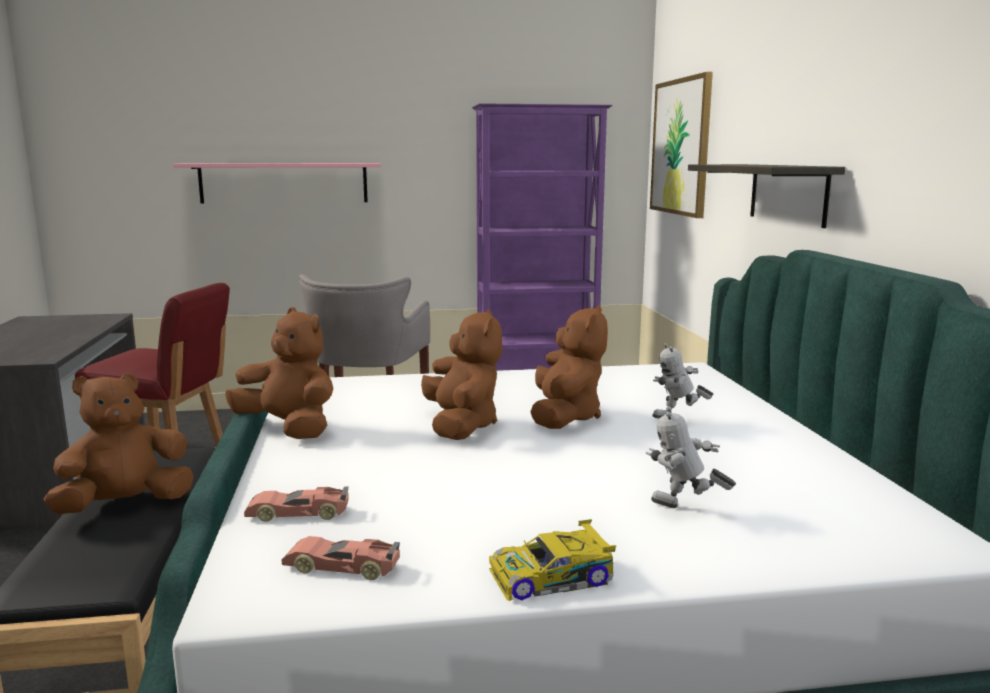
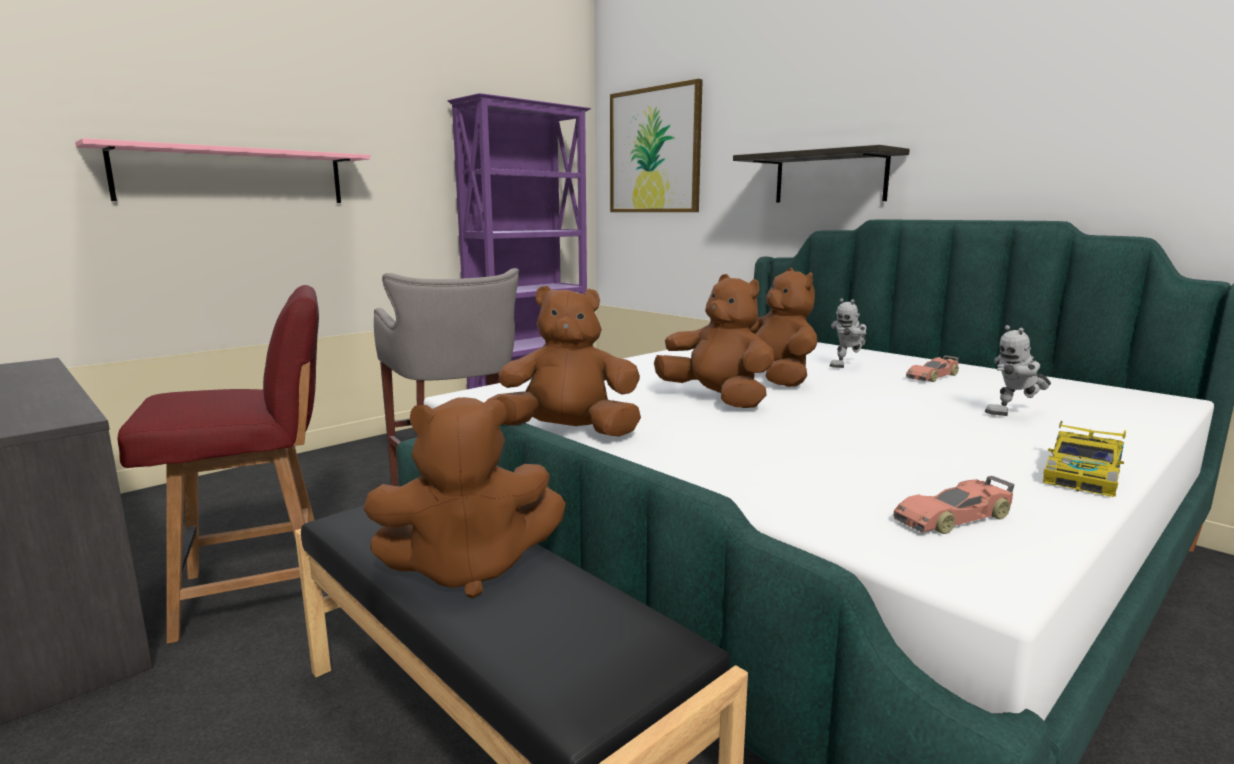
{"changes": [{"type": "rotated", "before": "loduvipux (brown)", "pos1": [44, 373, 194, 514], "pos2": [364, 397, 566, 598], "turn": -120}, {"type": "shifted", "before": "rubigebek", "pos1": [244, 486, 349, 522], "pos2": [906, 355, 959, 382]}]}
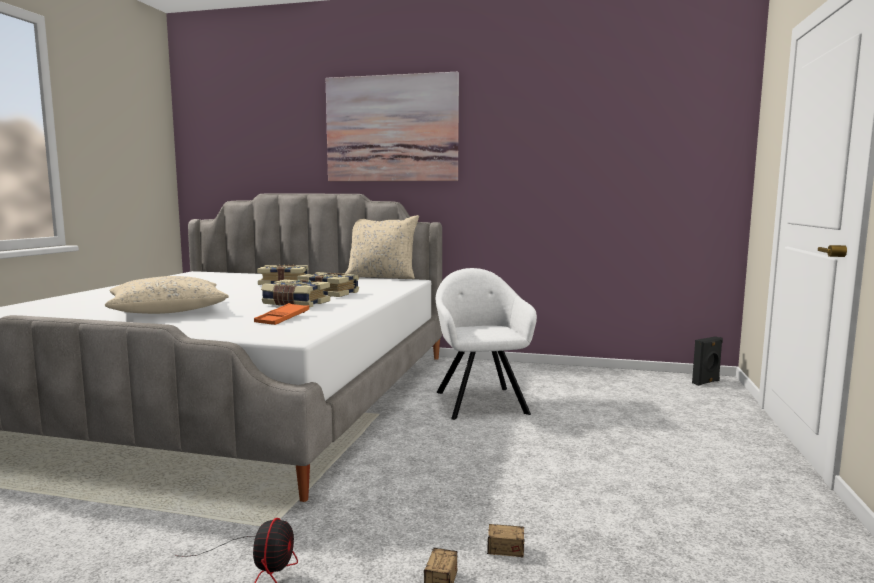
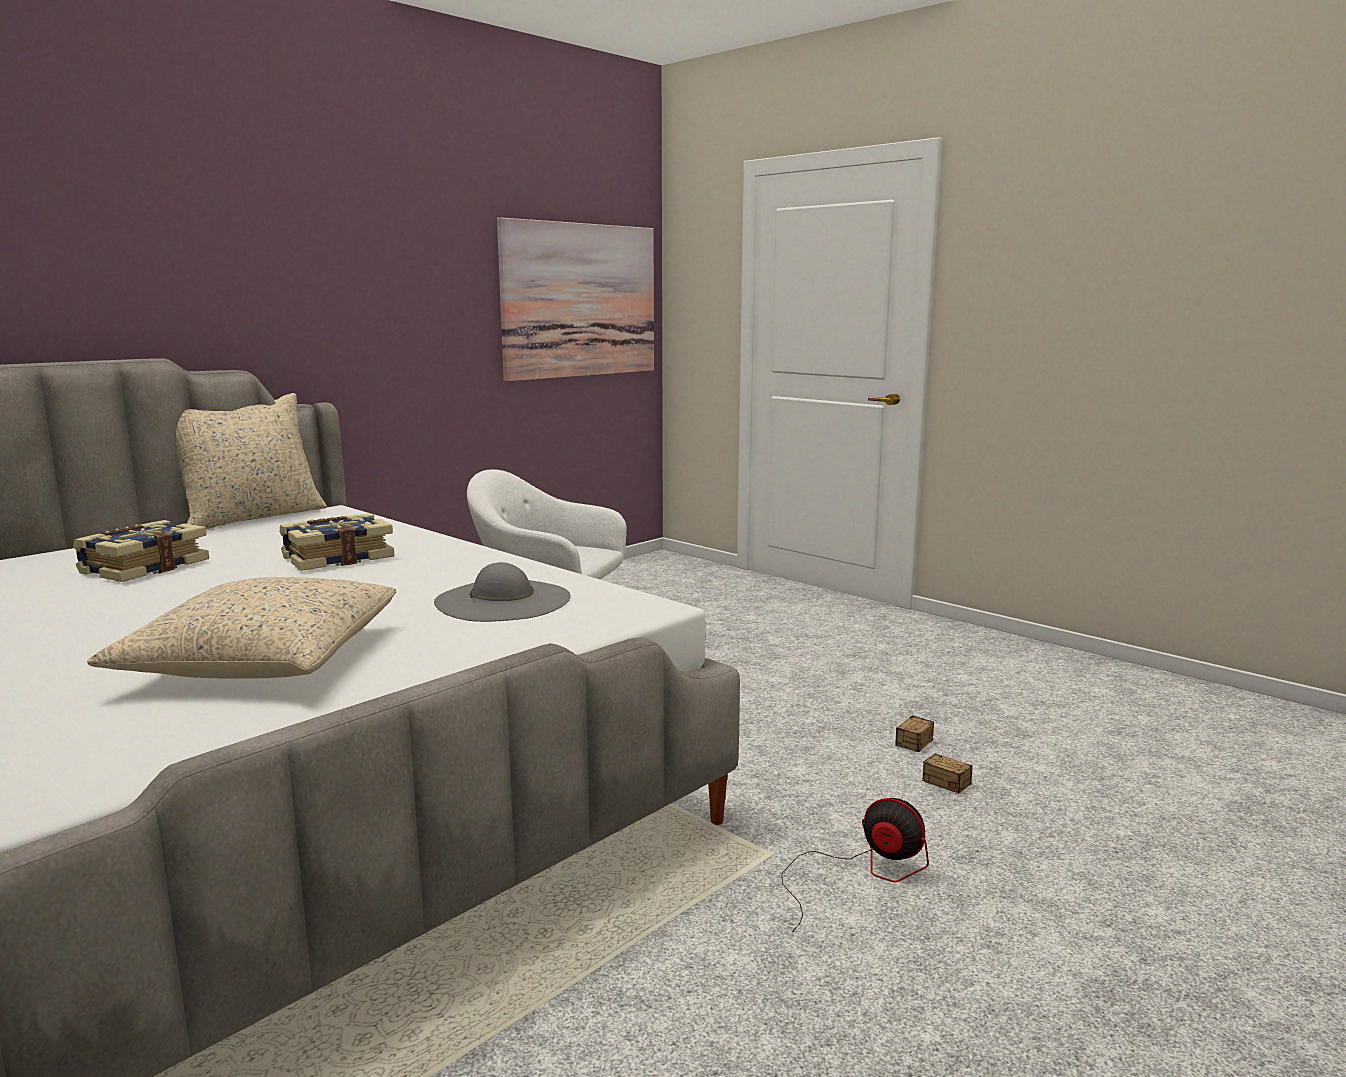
{"changes": [{"type": "swapped", "before": "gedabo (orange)", "after": "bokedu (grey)", "pos1": [254, 303, 309, 325], "pos2": [434, 562, 571, 622]}, {"type": "gone", "before": "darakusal", "pos1": [261, 280, 330, 307]}, {"type": "shifted", "before": "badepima", "pos1": [326, 72, 459, 181], "pos2": [497, 217, 654, 381]}, {"type": "gone", "before": "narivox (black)", "pos1": [692, 336, 723, 386]}]}
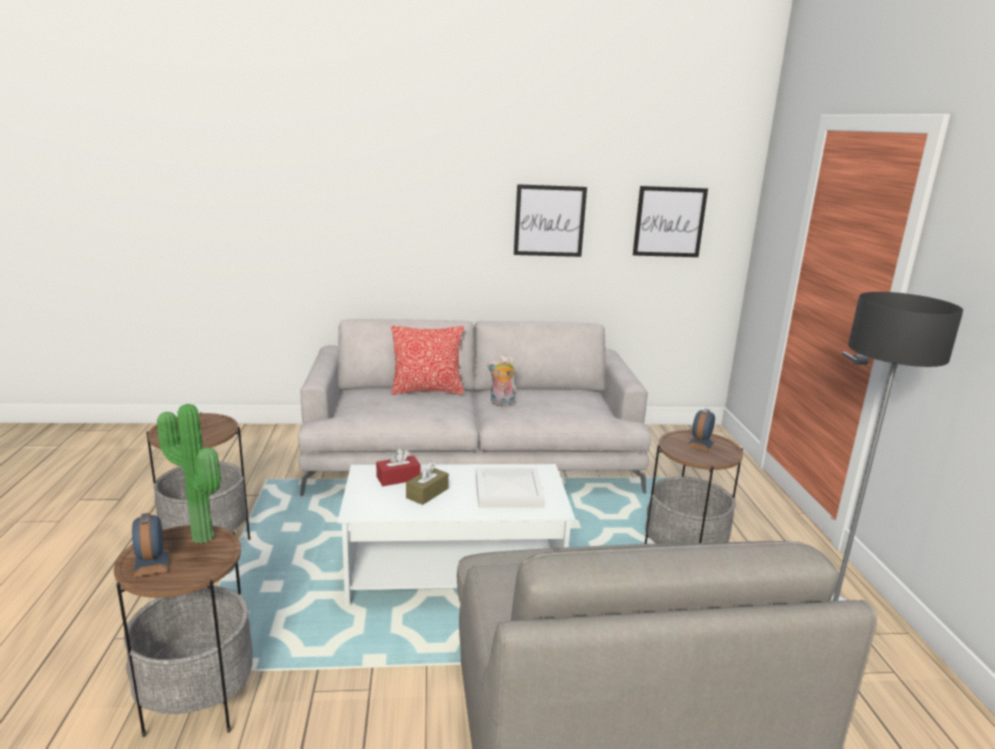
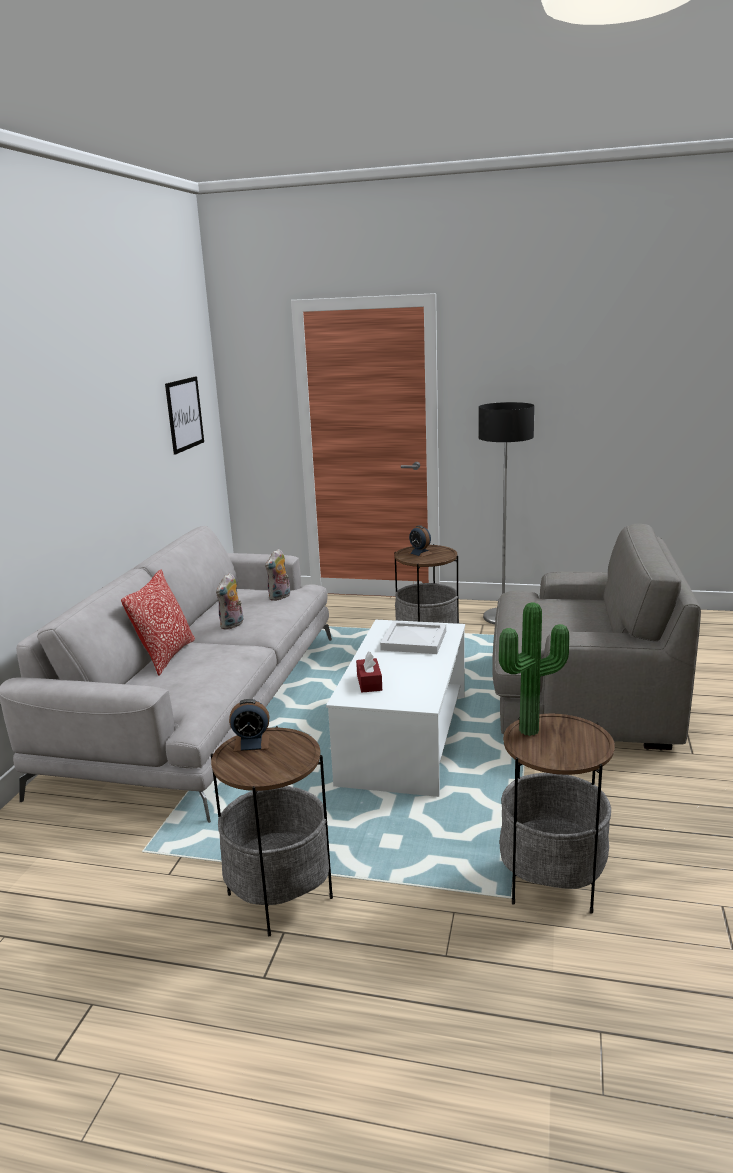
{"changes": [{"type": "shifted", "before": "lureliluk", "pos1": [132, 513, 169, 577], "pos2": [229, 699, 270, 752]}, {"type": "gone", "before": "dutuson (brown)", "pos1": [406, 462, 449, 505]}, {"type": "gone", "before": "badepima", "pos1": [514, 184, 587, 257]}, {"type": "new", "after": "loduvipux", "pos2": [265, 548, 290, 601]}]}
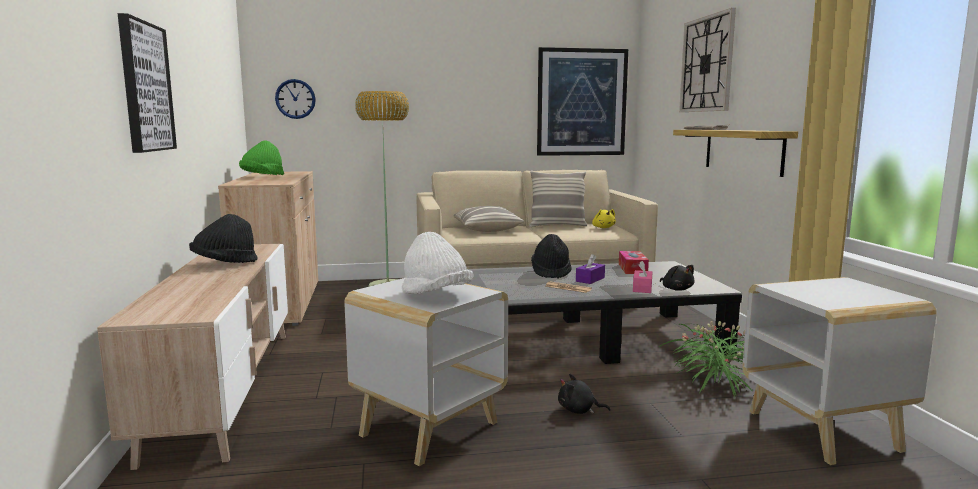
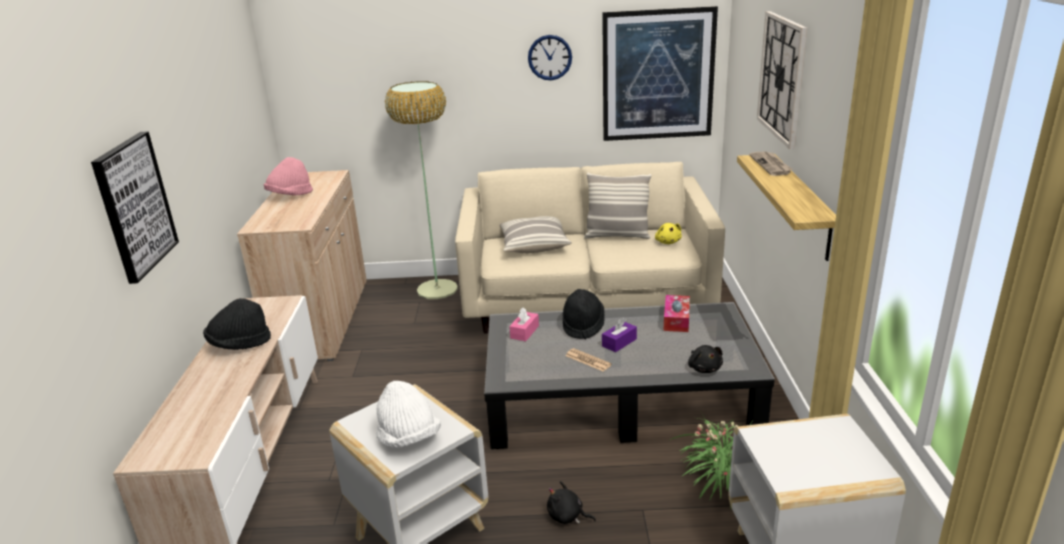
{"changes": [{"type": "repainted", "before": "bokedu (green)", "after": "bokedu (pink)", "pos1": [239, 140, 284, 175], "pos2": [264, 157, 313, 196]}, {"type": "shifted", "before": "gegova", "pos1": [275, 79, 316, 119], "pos2": [528, 35, 572, 80]}, {"type": "shifted", "before": "dutuson (pink)", "pos1": [633, 261, 652, 293], "pos2": [509, 307, 539, 341]}]}
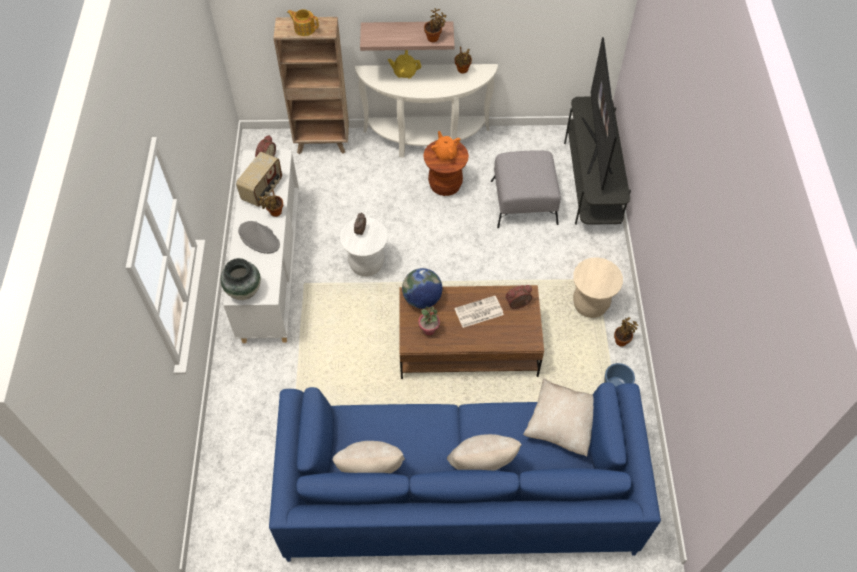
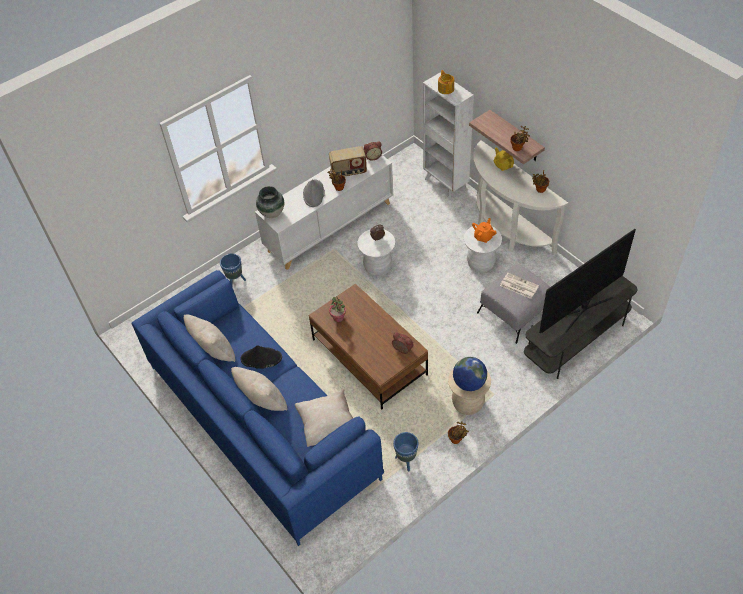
{"changes": [{"type": "repainted", "before": "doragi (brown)", "after": "doragi (white)", "pos1": [273, 17, 349, 154], "pos2": [423, 72, 474, 199]}, {"type": "shifted", "before": "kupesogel", "pos1": [402, 268, 442, 309], "pos2": [453, 357, 487, 391]}, {"type": "repainted", "before": "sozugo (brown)", "after": "sozugo (white)", "pos1": [423, 140, 469, 196], "pos2": [464, 226, 502, 272]}, {"type": "shifted", "before": "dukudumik", "pos1": [454, 296, 504, 328], "pos2": [500, 273, 539, 299]}, {"type": "new", "after": "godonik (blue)", "pos2": [220, 253, 246, 285]}, {"type": "new", "after": "bokedu (black)", "pos2": [240, 345, 282, 369]}]}
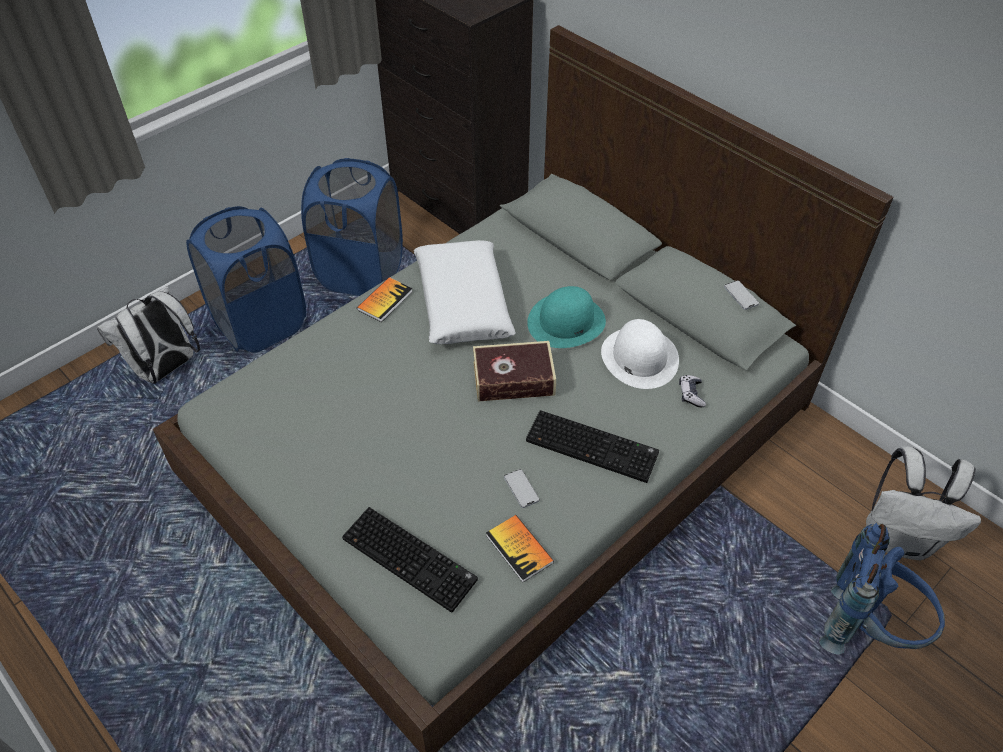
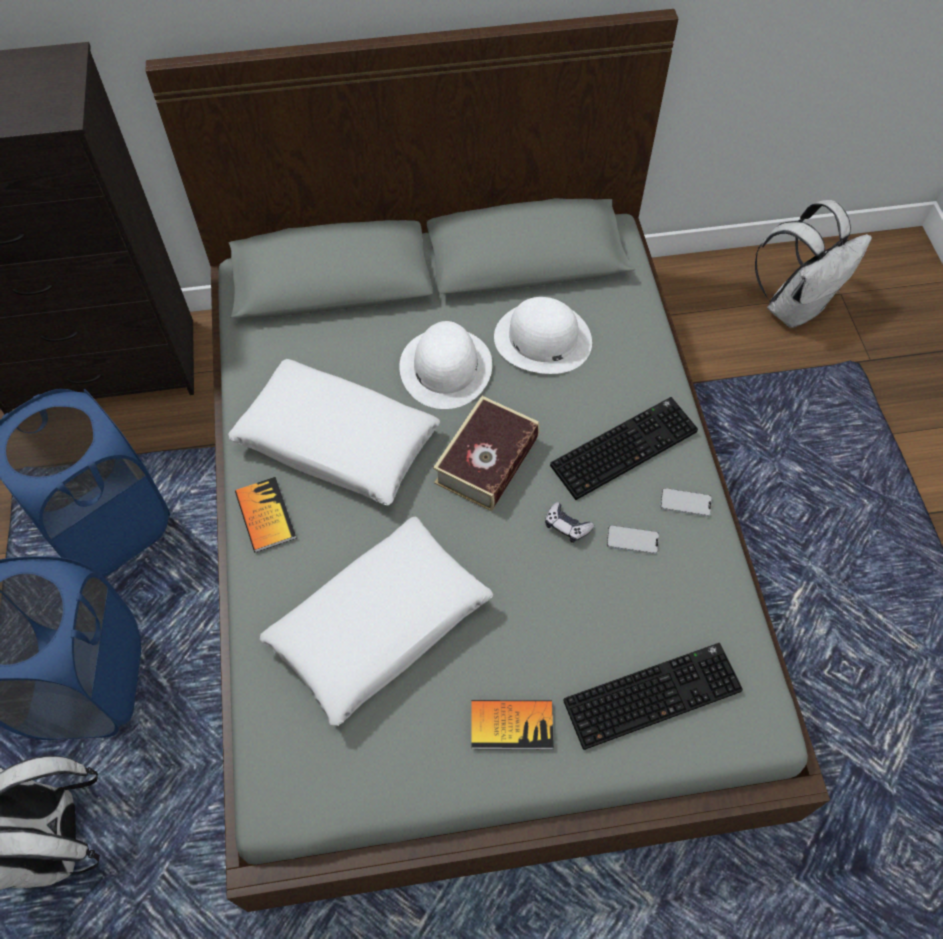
{"changes": [{"type": "shifted", "before": "darakusal", "pos1": [486, 515, 554, 583], "pos2": [471, 700, 554, 750]}, {"type": "repainted", "before": "bokedu (turquoise)", "after": "bokedu (white)", "pos1": [527, 286, 606, 348], "pos2": [399, 321, 492, 409]}, {"type": "shifted", "before": "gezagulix", "pos1": [679, 375, 706, 407], "pos2": [545, 502, 594, 543]}, {"type": "shifted", "before": "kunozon", "pos1": [724, 280, 759, 310], "pos2": [660, 488, 712, 517]}, {"type": "gone", "before": "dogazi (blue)", "pos1": [819, 523, 945, 654]}, {"type": "new", "after": "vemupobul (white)", "pos2": [260, 517, 493, 726]}]}
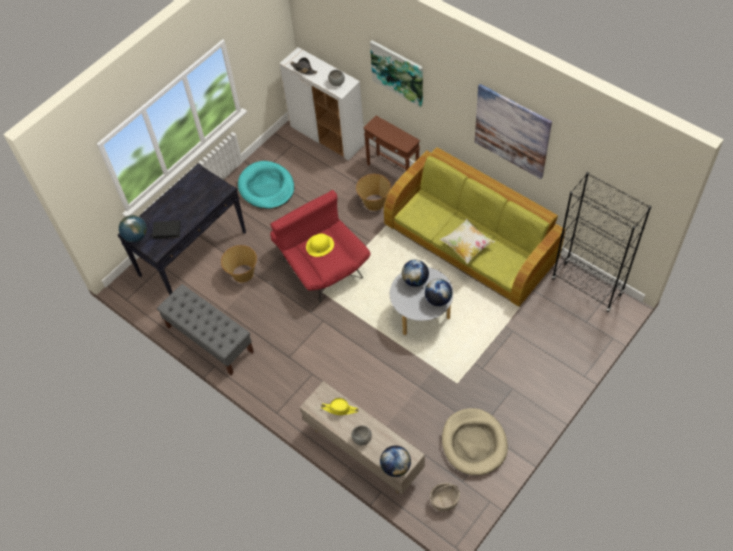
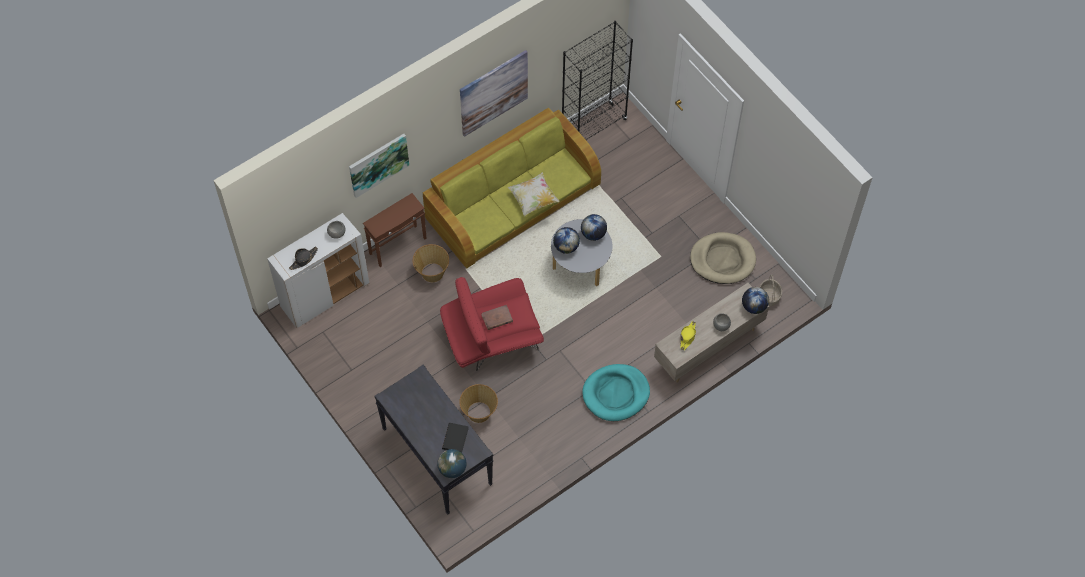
{"changes": [{"type": "gone", "before": "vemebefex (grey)", "pos1": [157, 284, 254, 376]}, {"type": "shifted", "before": "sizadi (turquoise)", "pos1": [238, 161, 294, 209], "pos2": [582, 364, 650, 421]}, {"type": "swapped", "before": "bokedu (yellow)", "after": "darakusal (brown)", "pos1": [306, 233, 334, 257], "pos2": [481, 305, 513, 330]}]}
